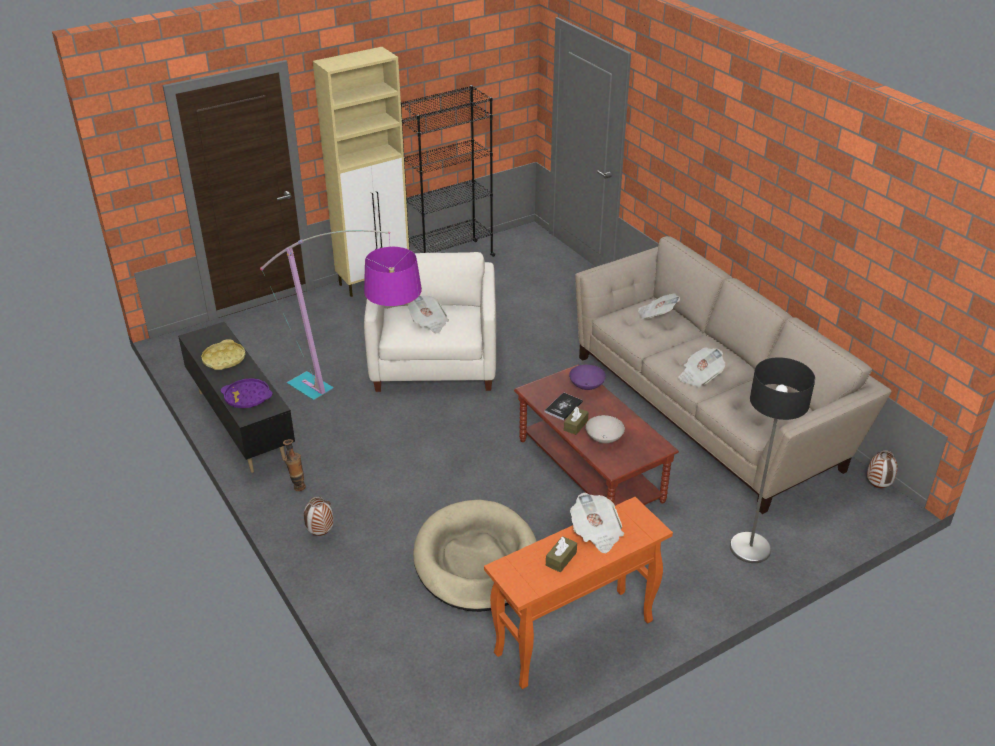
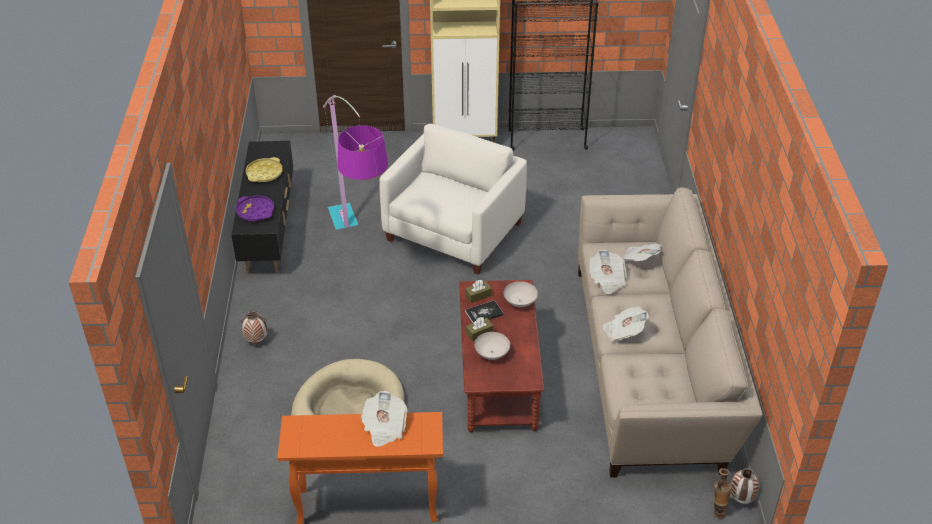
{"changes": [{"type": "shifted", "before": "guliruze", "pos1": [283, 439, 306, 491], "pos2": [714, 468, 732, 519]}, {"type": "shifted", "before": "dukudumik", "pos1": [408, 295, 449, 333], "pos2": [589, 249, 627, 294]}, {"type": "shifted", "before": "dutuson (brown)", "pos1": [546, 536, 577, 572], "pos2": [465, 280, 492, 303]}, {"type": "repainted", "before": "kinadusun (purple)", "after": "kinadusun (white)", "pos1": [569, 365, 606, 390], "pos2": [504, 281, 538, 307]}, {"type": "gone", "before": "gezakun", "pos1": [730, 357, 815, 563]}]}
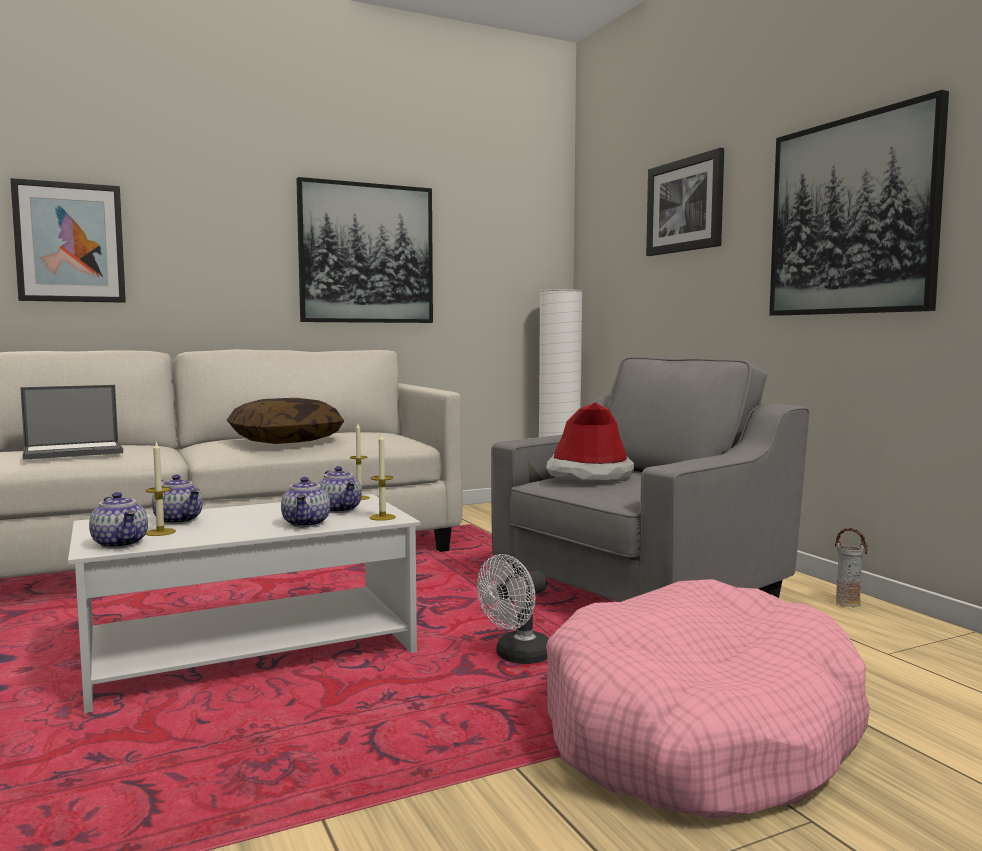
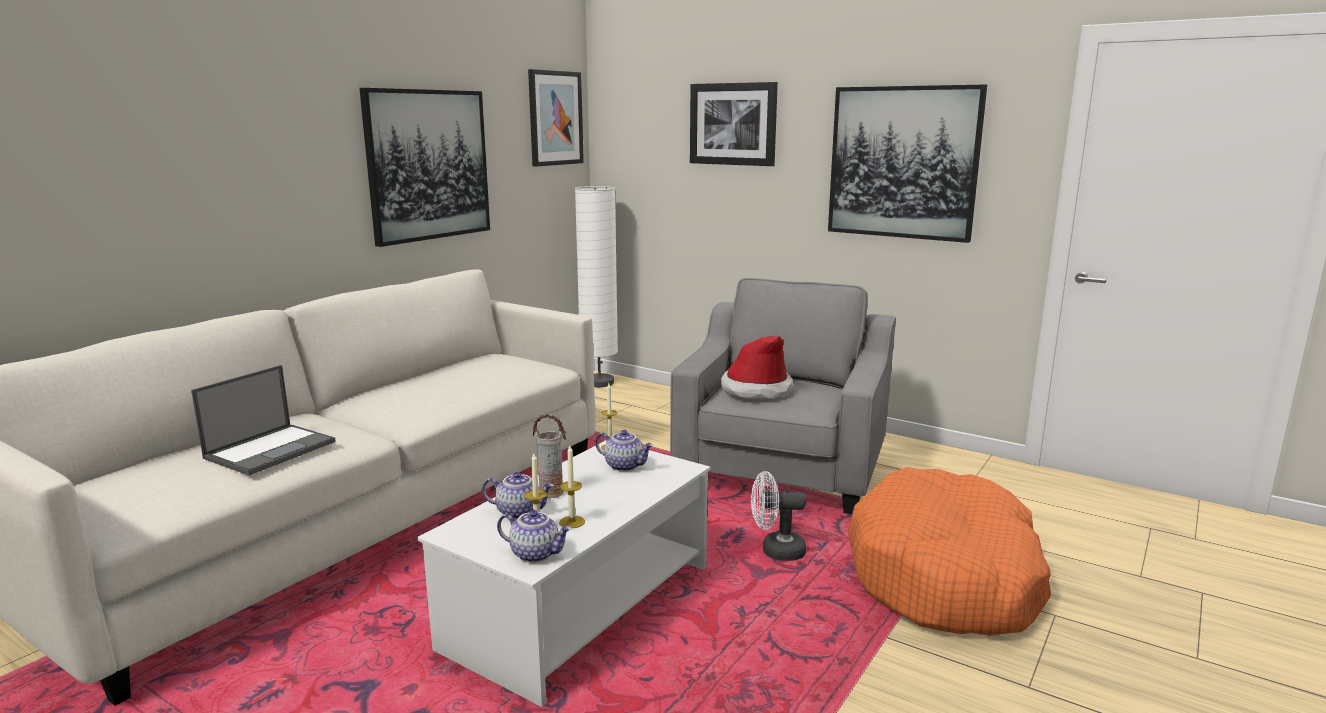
{"changes": [{"type": "shifted", "before": "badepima", "pos1": [10, 178, 126, 303], "pos2": [528, 69, 584, 167]}, {"type": "gone", "before": "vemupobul", "pos1": [227, 398, 344, 444]}, {"type": "gone", "before": "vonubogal", "pos1": [281, 477, 330, 527]}, {"type": "shifted", "before": "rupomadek", "pos1": [369, 434, 396, 521], "pos2": [559, 444, 585, 528]}, {"type": "rotated", "before": "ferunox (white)", "pos1": [477, 554, 549, 664], "pos2": [751, 471, 806, 561], "turn": 75}, {"type": "repainted", "before": "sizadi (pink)", "after": "sizadi (orange)", "pos1": [546, 579, 870, 819], "pos2": [848, 467, 1051, 636]}, {"type": "shifted", "before": "guliruze", "pos1": [835, 528, 868, 607], "pos2": [533, 414, 566, 498]}]}
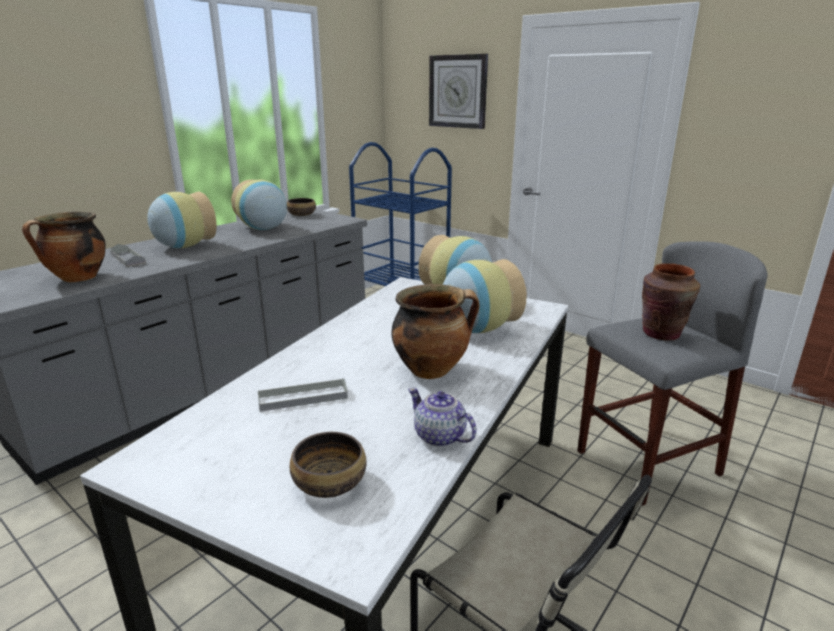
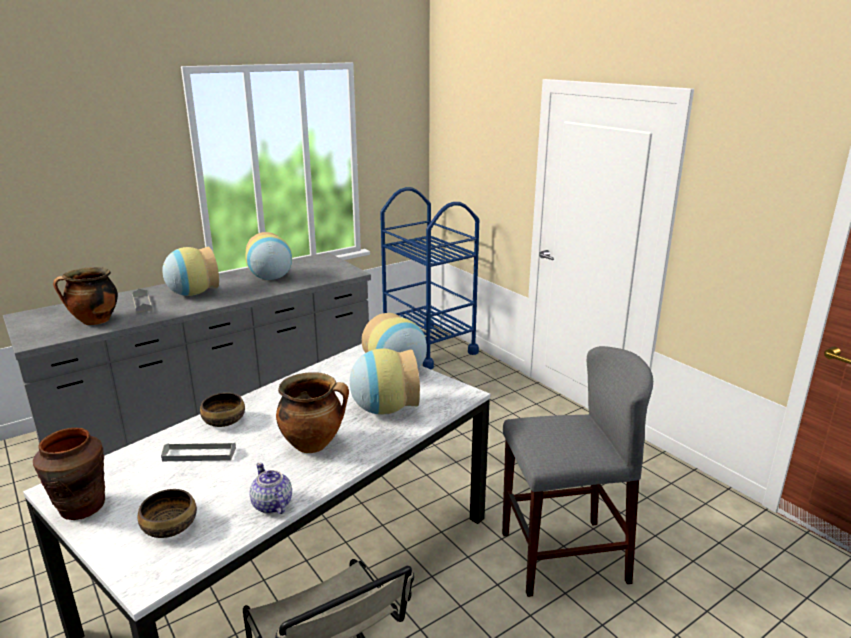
{"changes": [{"type": "shifted", "before": "kinadusun", "pos1": [287, 198, 316, 216], "pos2": [200, 393, 245, 427]}, {"type": "gone", "before": "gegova", "pos1": [429, 54, 488, 129]}, {"type": "shifted", "before": "guliruze (brown)", "pos1": [642, 263, 700, 341], "pos2": [33, 428, 105, 520]}]}
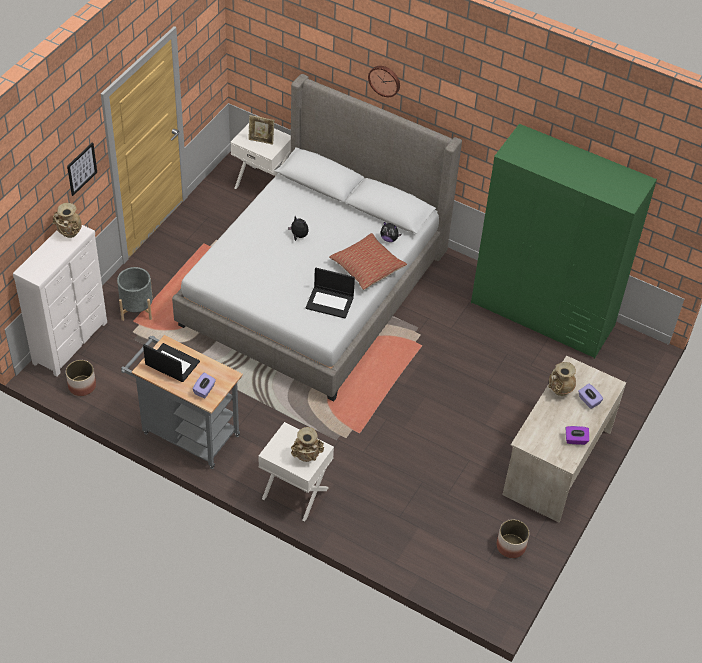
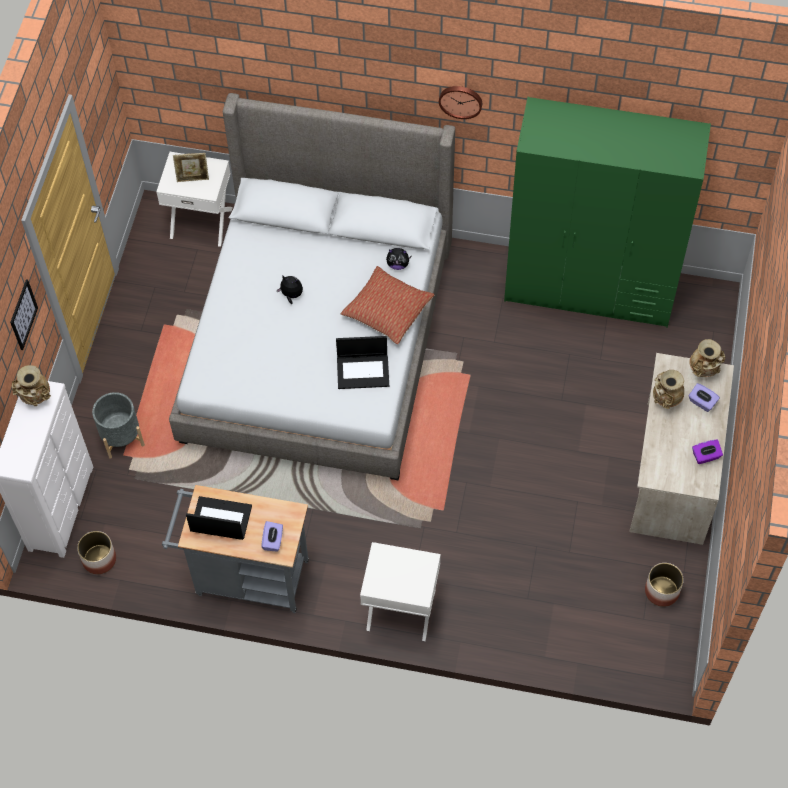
{"changes": [{"type": "shifted", "before": "guliruze (beige)", "pos1": [291, 427, 324, 462], "pos2": [689, 339, 725, 377]}, {"type": "shifted", "before": "gegova", "pos1": [368, 66, 400, 97], "pos2": [439, 86, 482, 119]}]}
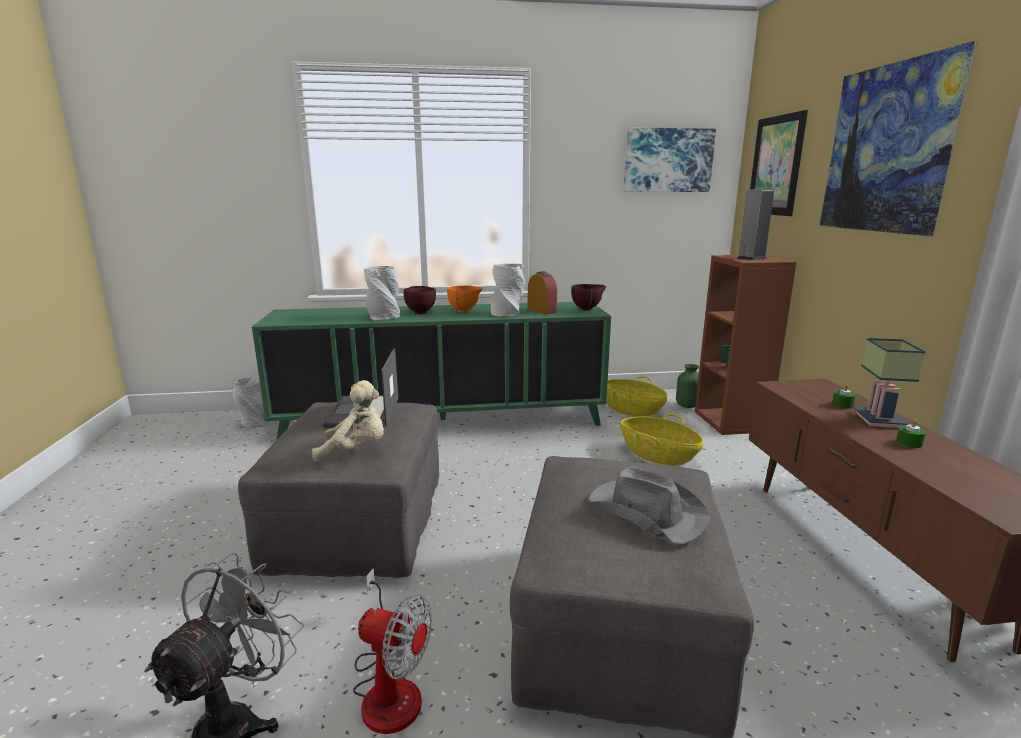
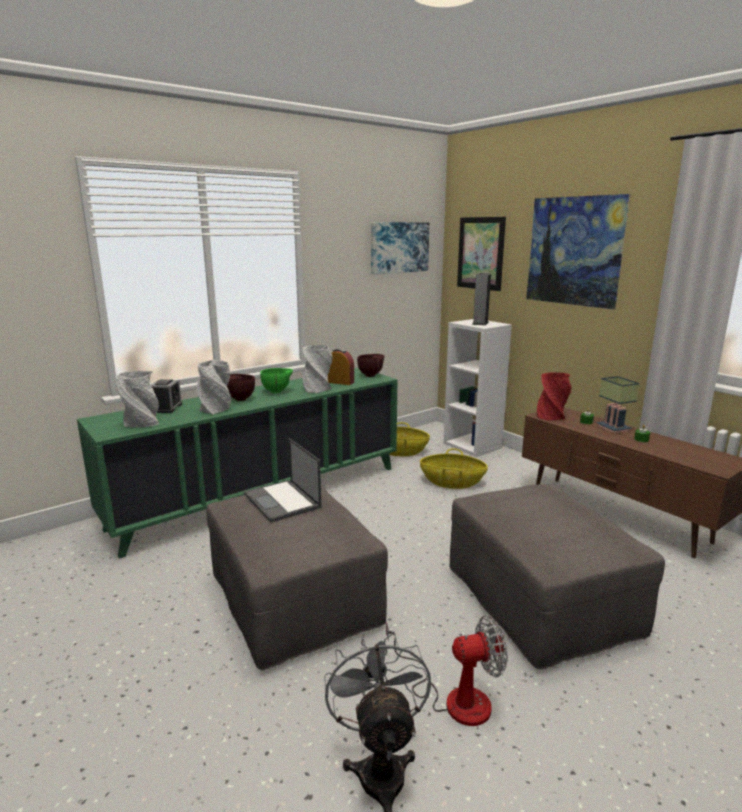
{"changes": [{"type": "shifted", "before": "guliruze (grey)", "pos1": [233, 378, 268, 428], "pos2": [116, 371, 159, 427]}, {"type": "gone", "before": "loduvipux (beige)", "pos1": [312, 380, 384, 462]}, {"type": "repainted", "before": "kinadusun (orange)", "after": "kinadusun (green)", "pos1": [447, 285, 482, 312], "pos2": [260, 368, 293, 394]}, {"type": "gone", "before": "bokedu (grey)", "pos1": [588, 466, 710, 544]}, {"type": "gone", "before": "guliruze (green)", "pos1": [676, 364, 699, 408]}, {"type": "repainted", "before": "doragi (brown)", "after": "doragi (white)", "pos1": [695, 255, 797, 435], "pos2": [443, 319, 512, 457]}, {"type": "new", "after": "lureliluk", "pos2": [151, 379, 182, 413]}, {"type": "new", "after": "guliruze (red)", "pos2": [537, 372, 571, 420]}]}
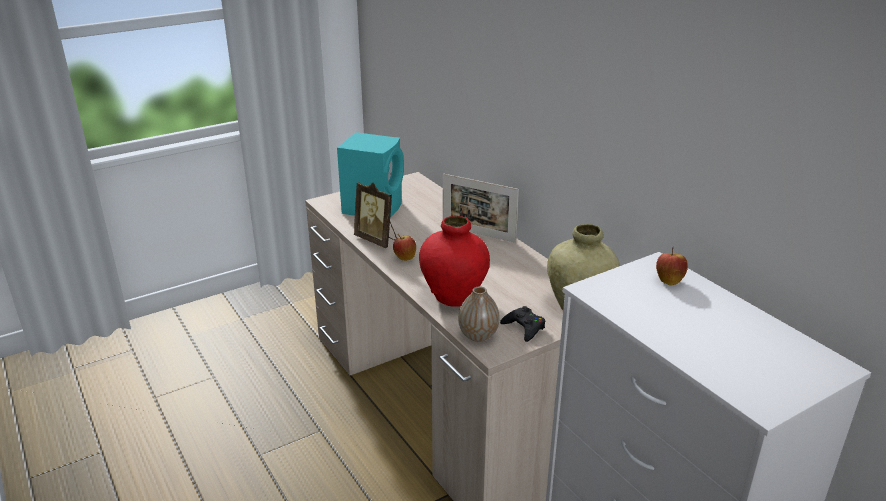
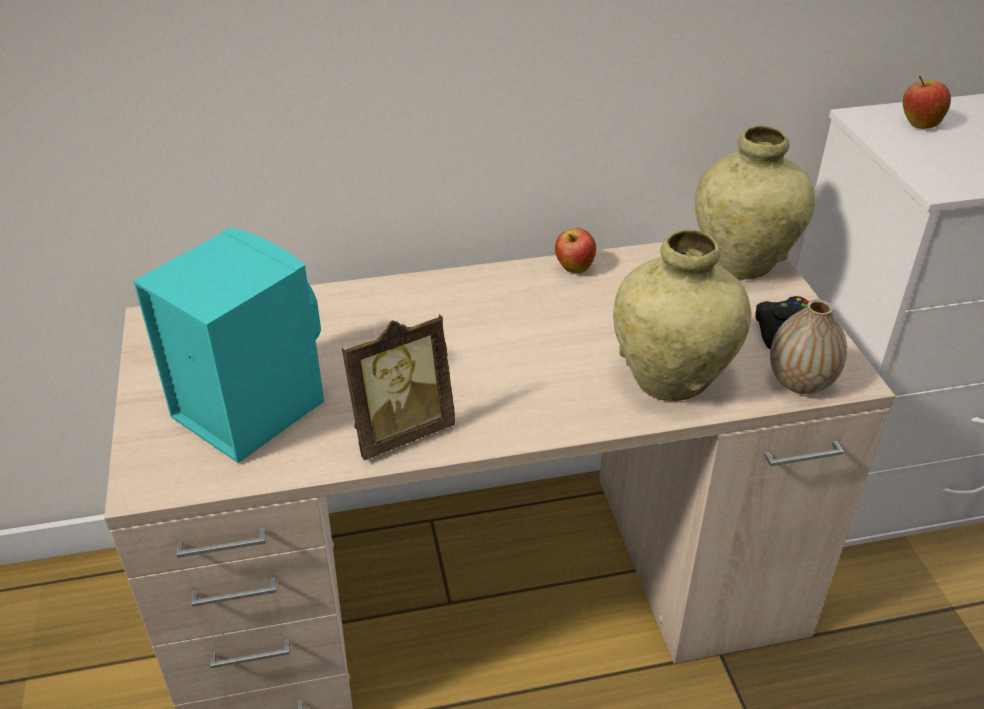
{"changes": [{"type": "shifted", "before": "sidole", "pos1": [393, 234, 416, 261], "pos2": [555, 228, 596, 273]}, {"type": "repainted", "before": "guliruze (red)", "after": "guliruze (beige)", "pos1": [419, 215, 490, 307], "pos2": [613, 230, 751, 401]}, {"type": "gone", "before": "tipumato", "pos1": [443, 173, 519, 243]}]}
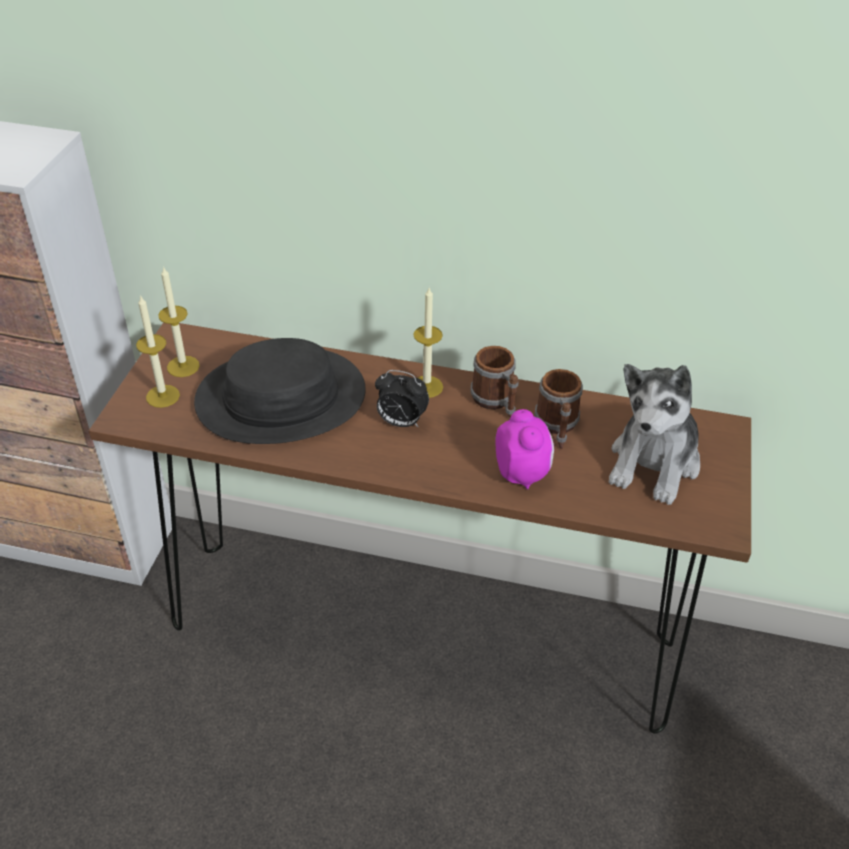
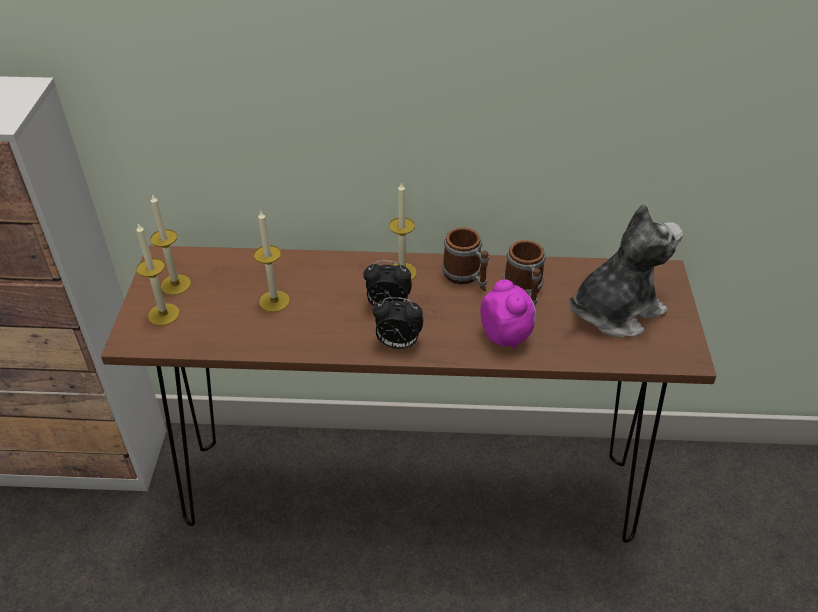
{"changes": [{"type": "swapped", "before": "bokedu (black)", "after": "rupomadek", "pos1": [194, 338, 366, 444], "pos2": [254, 211, 290, 312]}, {"type": "rotated", "before": "loduvipux", "pos1": [609, 364, 700, 505], "pos2": [570, 204, 683, 337], "turn": -135}, {"type": "new", "after": "lureliluk", "pos2": [373, 297, 423, 349]}]}
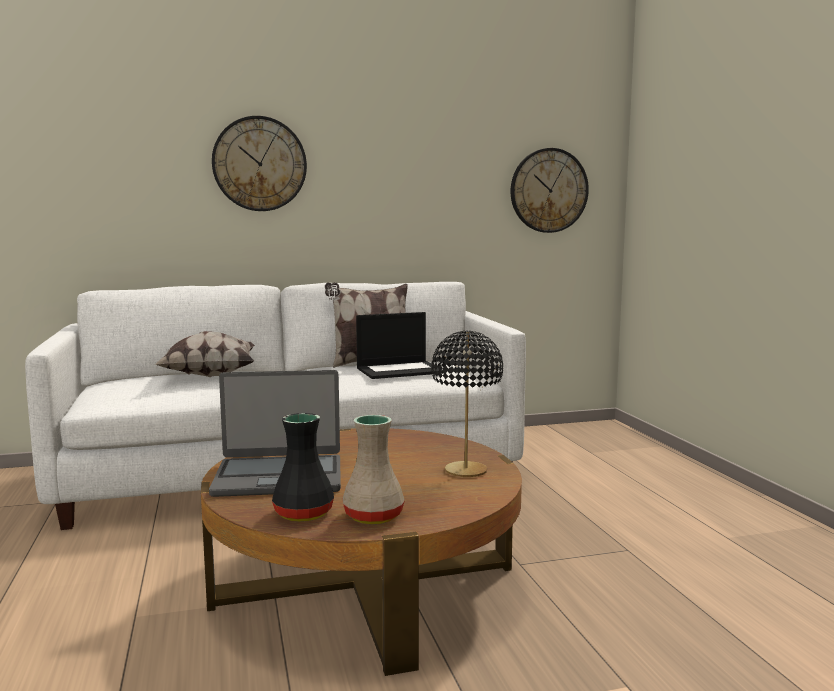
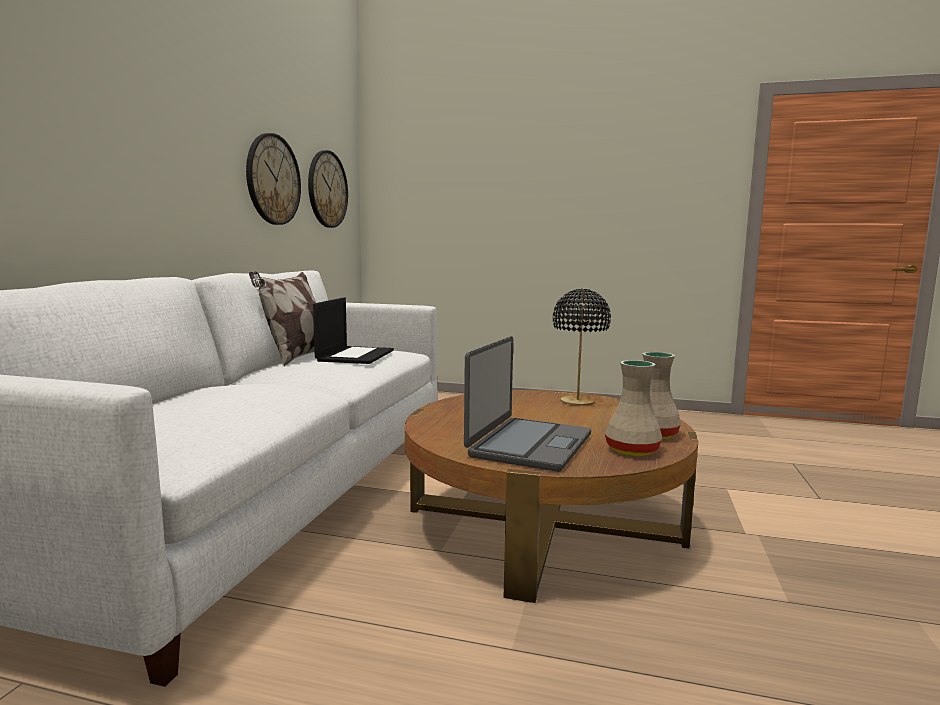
{"changes": [{"type": "gone", "before": "vemupobul", "pos1": [154, 331, 255, 377]}, {"type": "shifted", "before": "gegova", "pos1": [212, 116, 307, 211], "pos2": [246, 133, 301, 225]}, {"type": "repainted", "before": "guliruze (black)", "after": "guliruze (beige)", "pos1": [272, 413, 334, 522], "pos2": [605, 360, 662, 456]}]}
